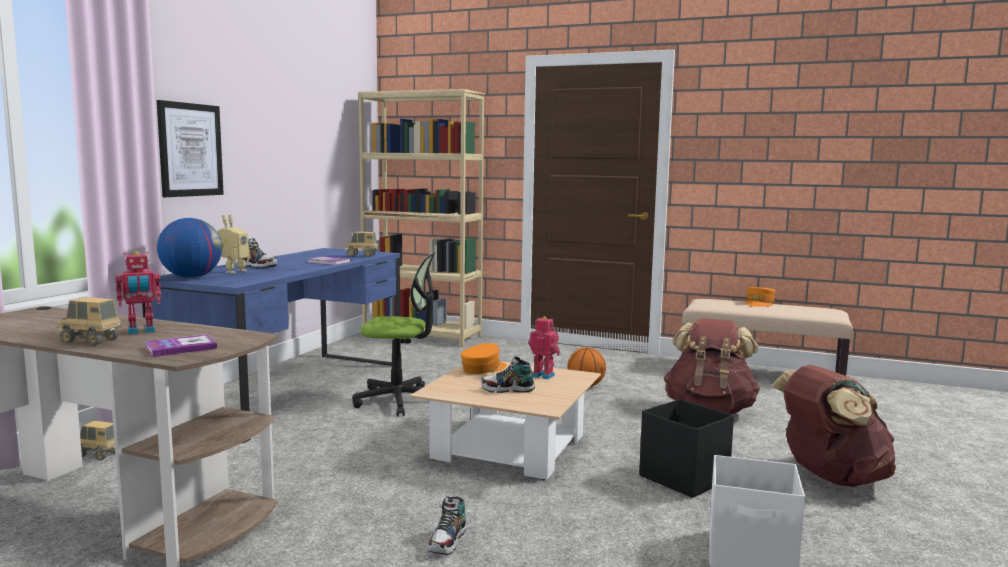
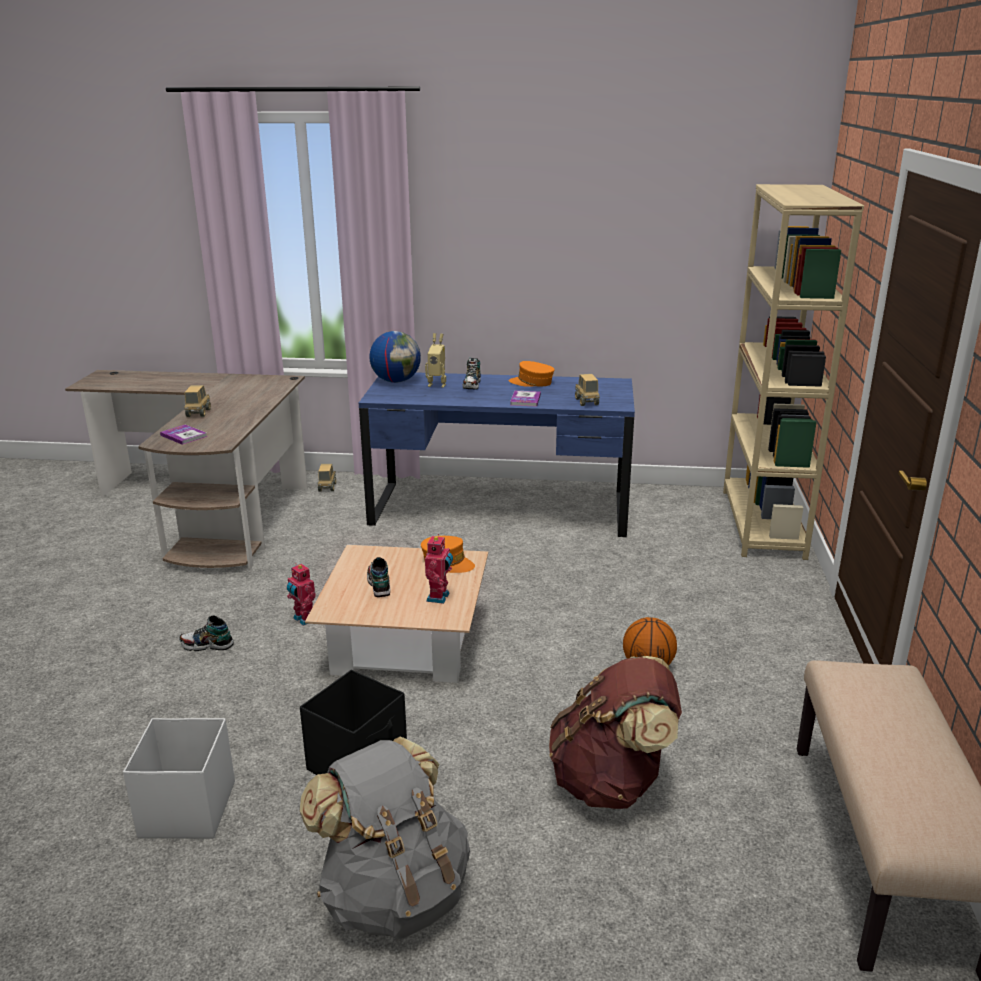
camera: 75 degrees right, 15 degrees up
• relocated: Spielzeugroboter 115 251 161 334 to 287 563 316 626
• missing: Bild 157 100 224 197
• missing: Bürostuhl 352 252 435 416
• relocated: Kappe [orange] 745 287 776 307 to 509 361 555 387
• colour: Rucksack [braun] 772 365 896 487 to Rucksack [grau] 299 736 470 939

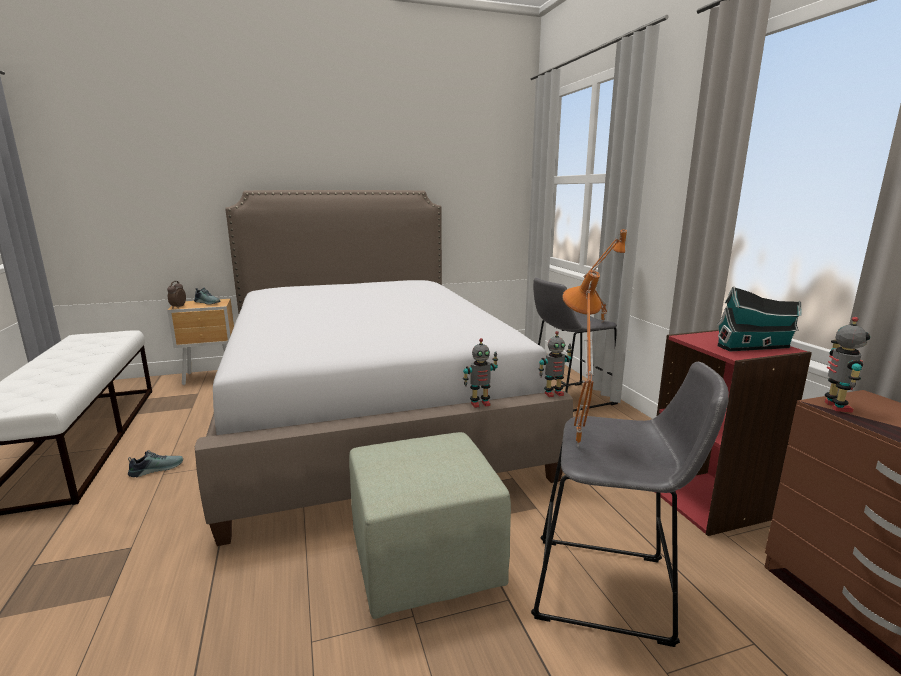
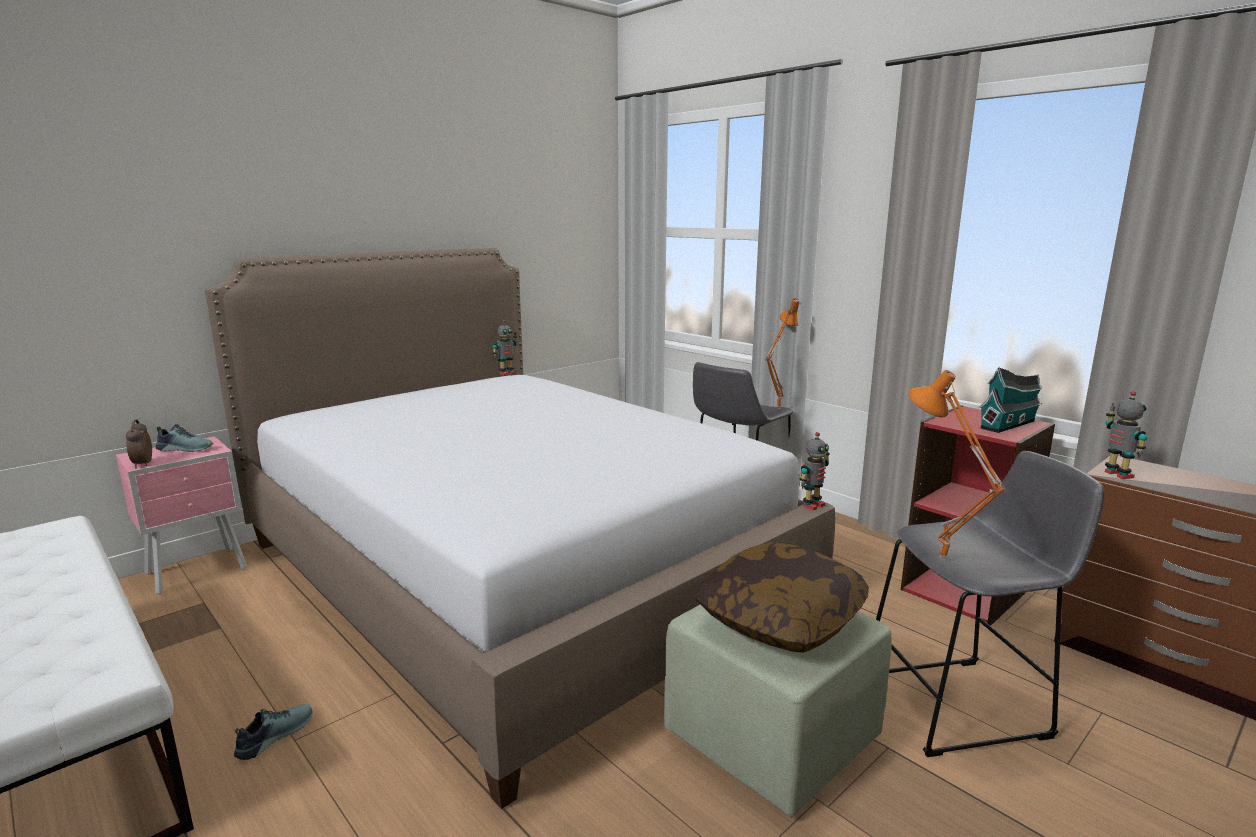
camera: 25 degrees left, 0 degrees up
• colour: Nachttisch [braun] 167 299 234 385 to Nachttisch [rosa] 116 436 247 595
• relocated: Spielzeugroboter 463 338 498 408 to 493 320 517 375
• appeared: Kissen 694 542 869 653

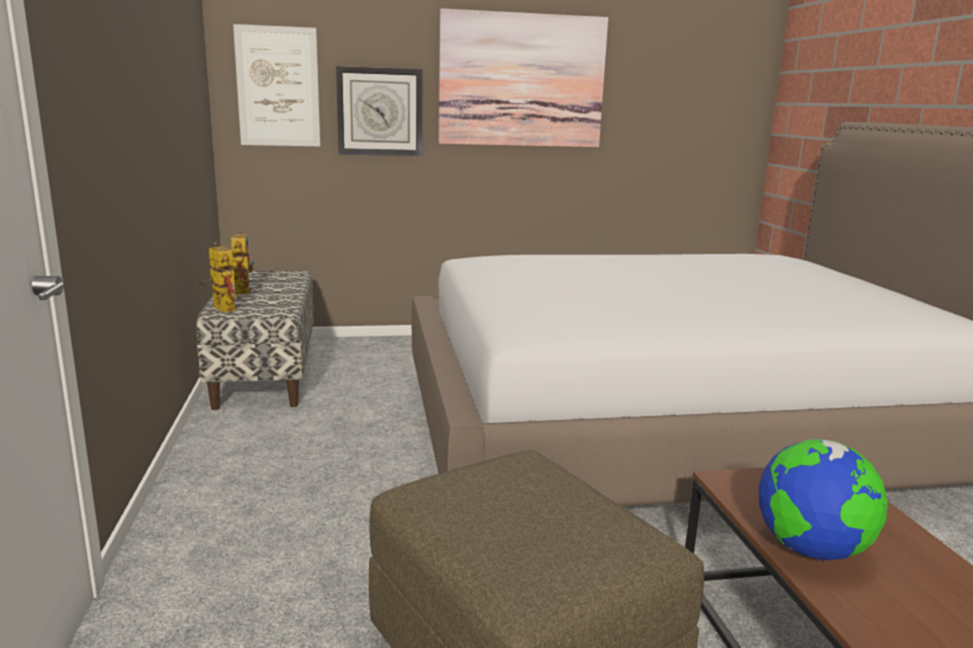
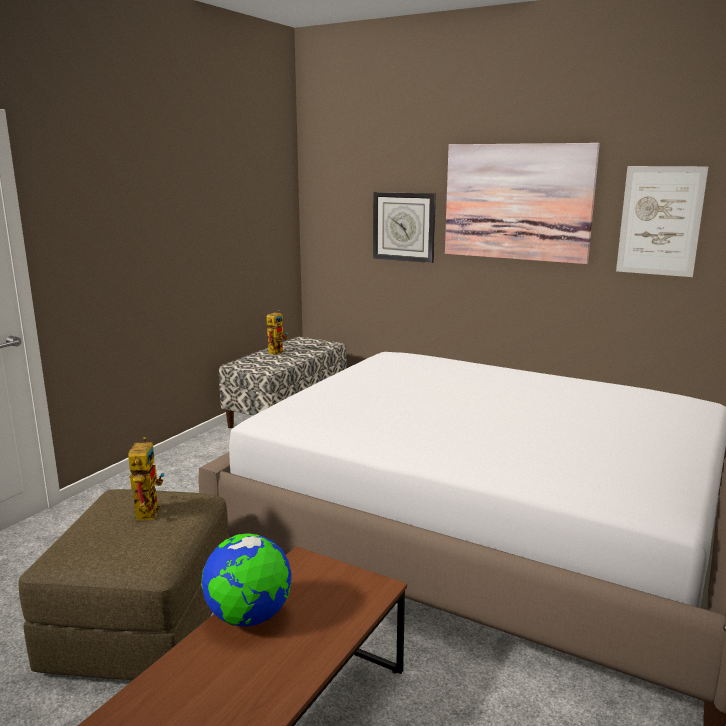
camera: 40 degrees right, 0 degrees up
• relocated: Spielzeugroboter 199 242 238 313 to 128 437 165 520
• relocated: Bild 233 24 320 146 to 616 166 708 277

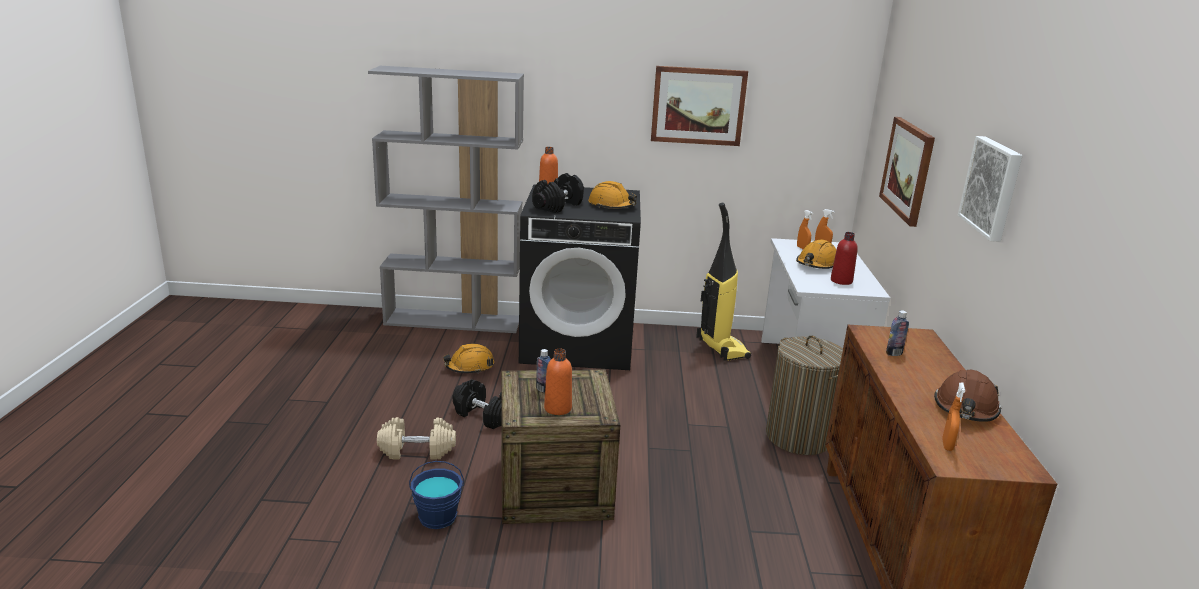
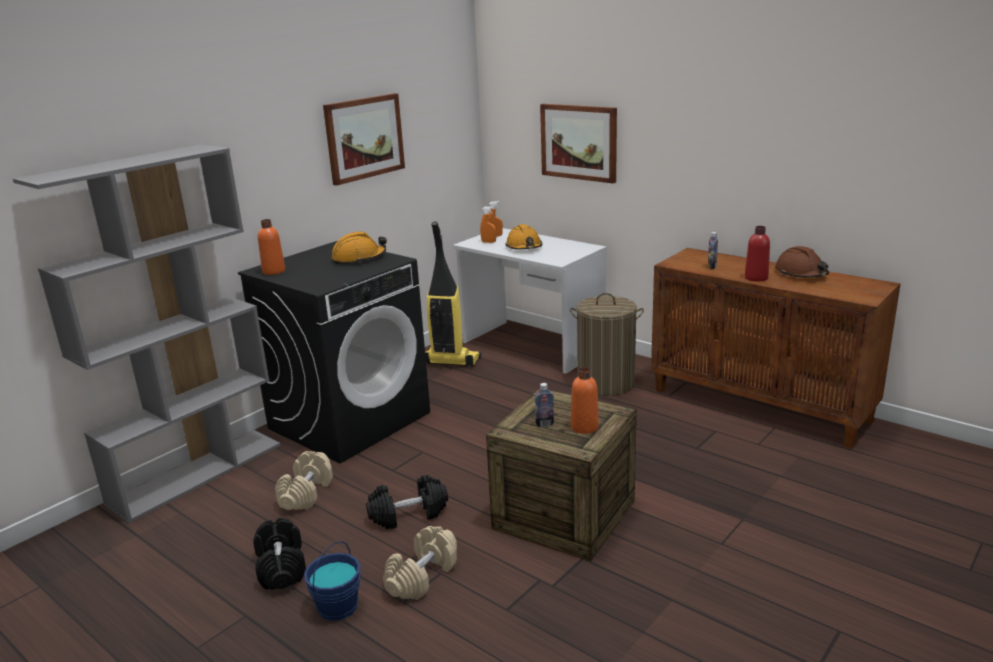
camera: 50 degrees left, 0 degrees up
• relocated: Eimer [blau] 409 461 464 529 to 304 541 361 621
• exchanged: Schutzhelm [orange] 443 344 494 374 to Hantel [beige] 275 451 333 510
• relocated: Hantel [schwarz] 532 173 584 213 to 253 518 306 590
• relocated: Flasche [rot] 831 232 858 285 to 745 226 770 282
• missing: Sprühflasche [orange] 942 382 965 451
• missing: Bild 958 136 1023 242

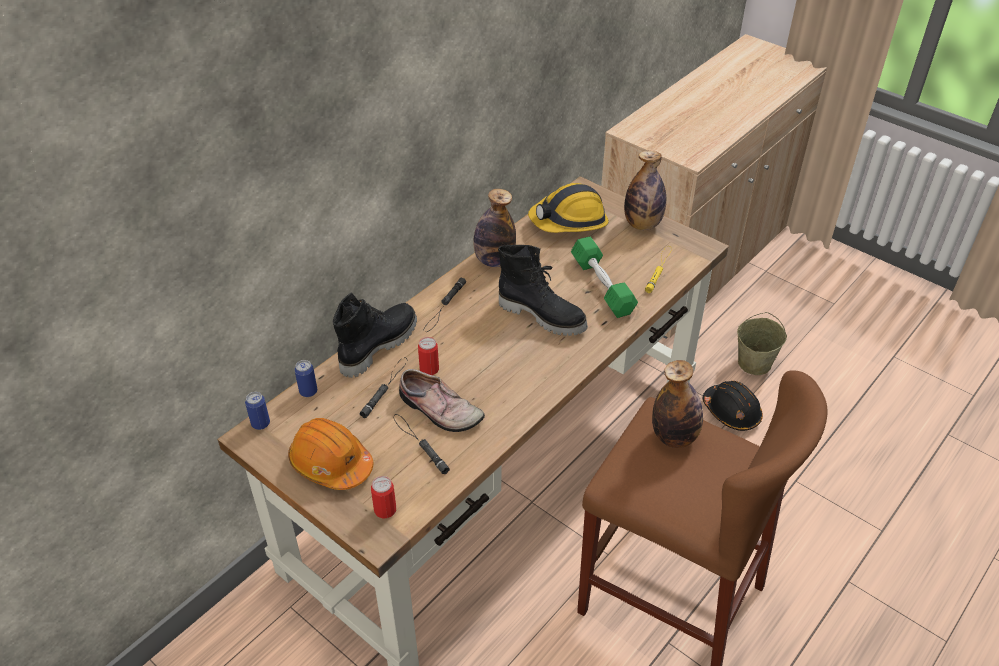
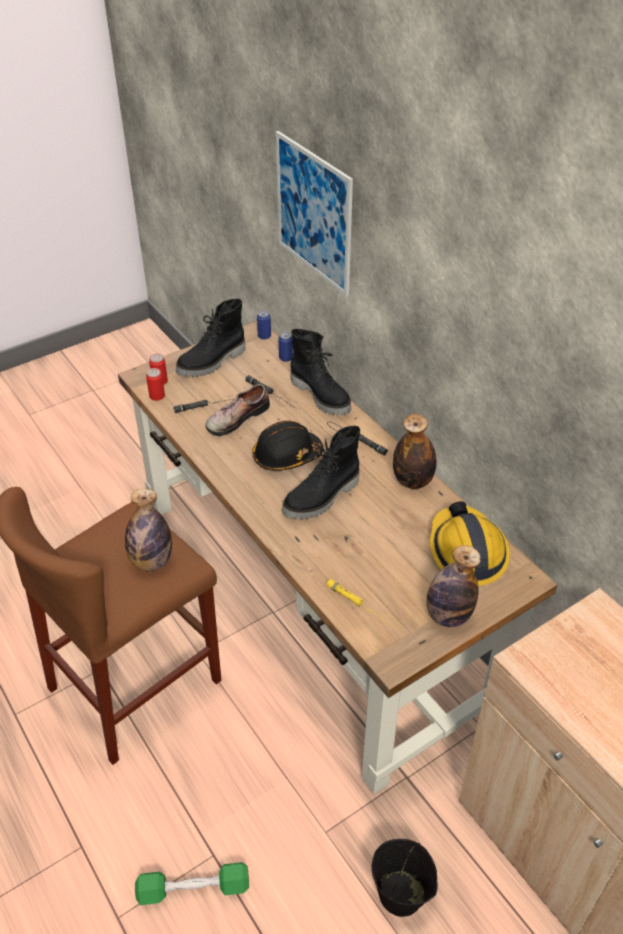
camera: 105 degrees right, 0 degrees up
• exchanged: Schutzhelm [orange] 288 418 373 490 to Stiefel [schwarz] 176 299 245 377
• relocated: Dose 418 337 439 375 to 146 368 165 401
• relocated: Hantel [grün] 571 237 638 318 to 135 862 249 905
• relocated: Schutzhelm [schwarz] 703 381 763 431 to 252 421 323 471
• colour: Eimer [beige] 737 312 787 375 to Eimer [schwarz] 371 839 438 917
• appeared: Bild 276 131 353 296

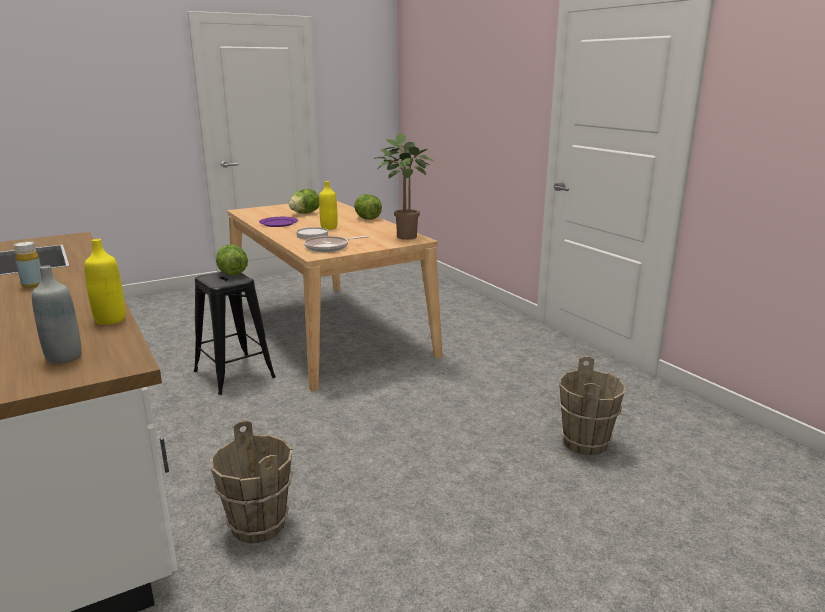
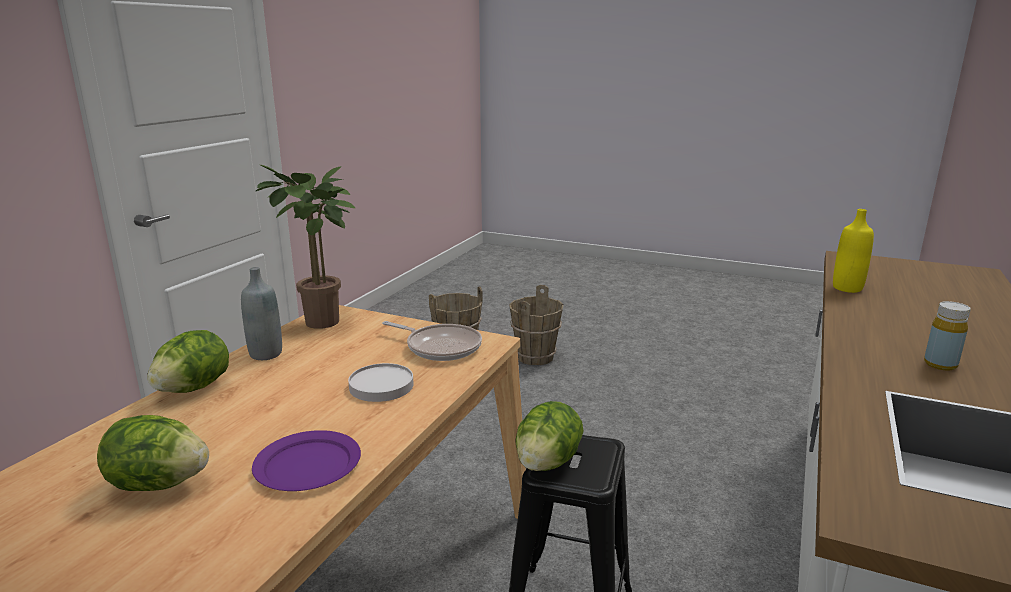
camera: 125 degrees left, 0 degrees up
• relocated: Flasche [grau] 32 265 82 364 to 241 267 282 360
• relocated: Eimer [braun] 210 420 293 543 to 509 285 563 365
• missing: Flasche [gelb] 319 181 337 230

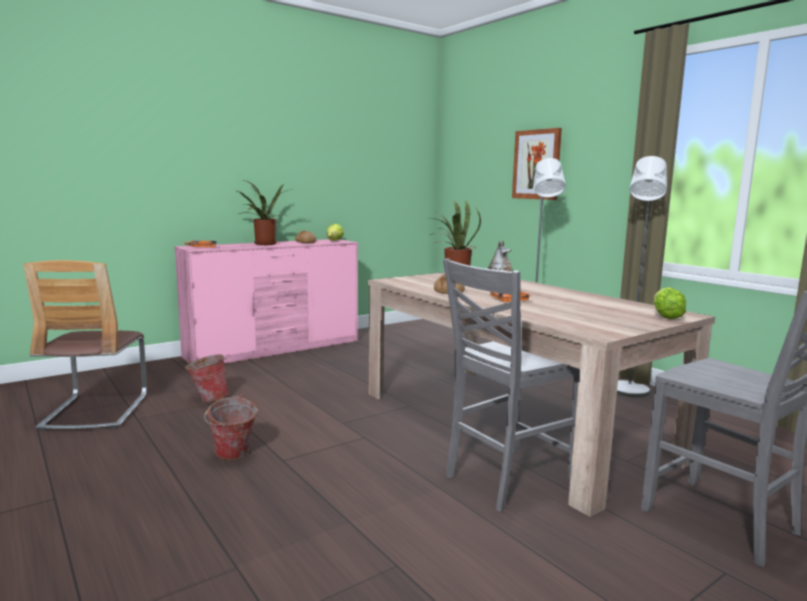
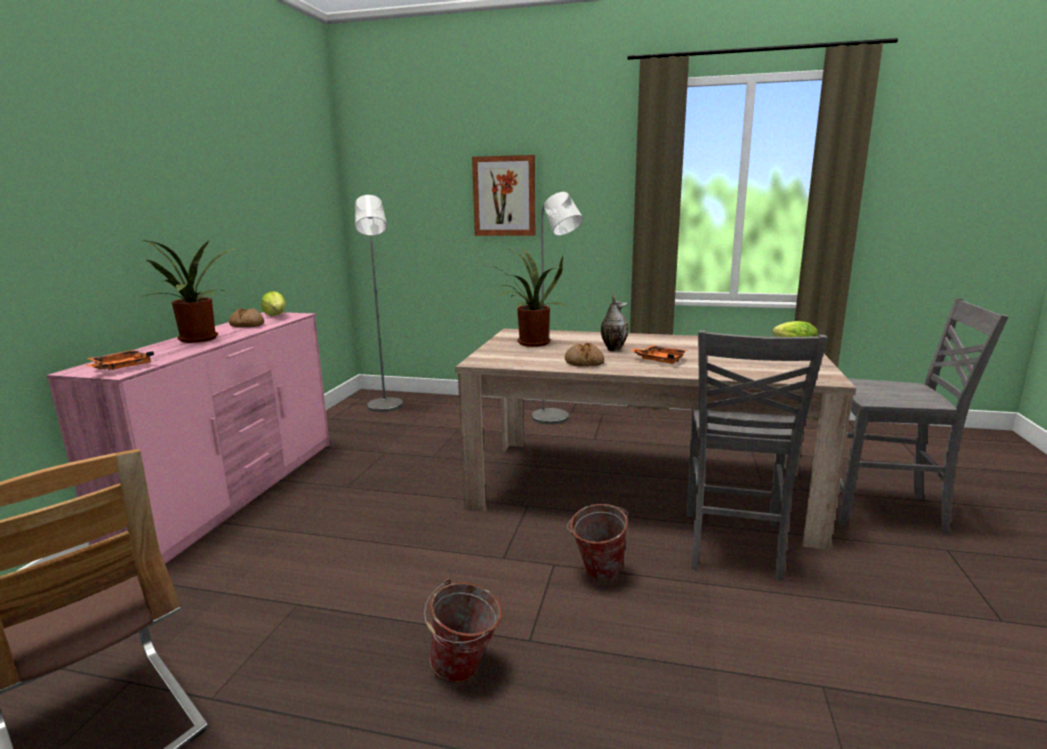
camera: 40 degrees left, 5 degrees up
• relocated: Eimer 185 354 229 402 to 567 504 628 580
• relocated: Stehlampe [grau] 617 156 667 397 to 355 195 403 412

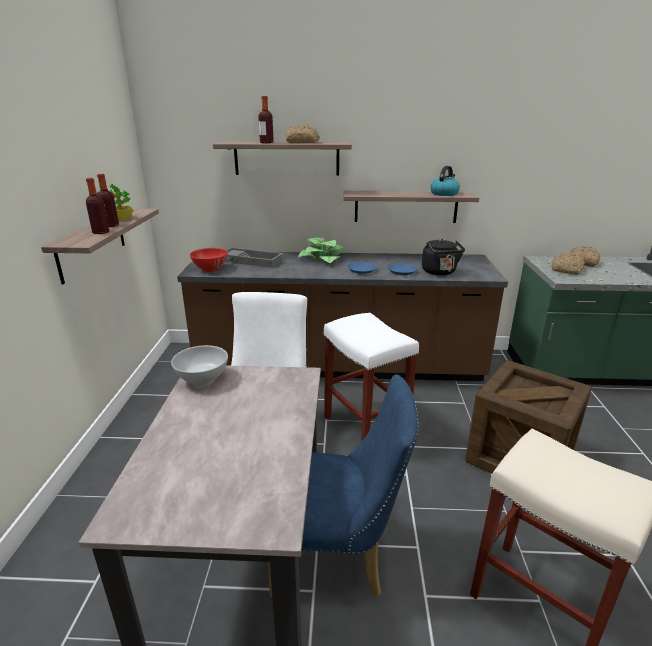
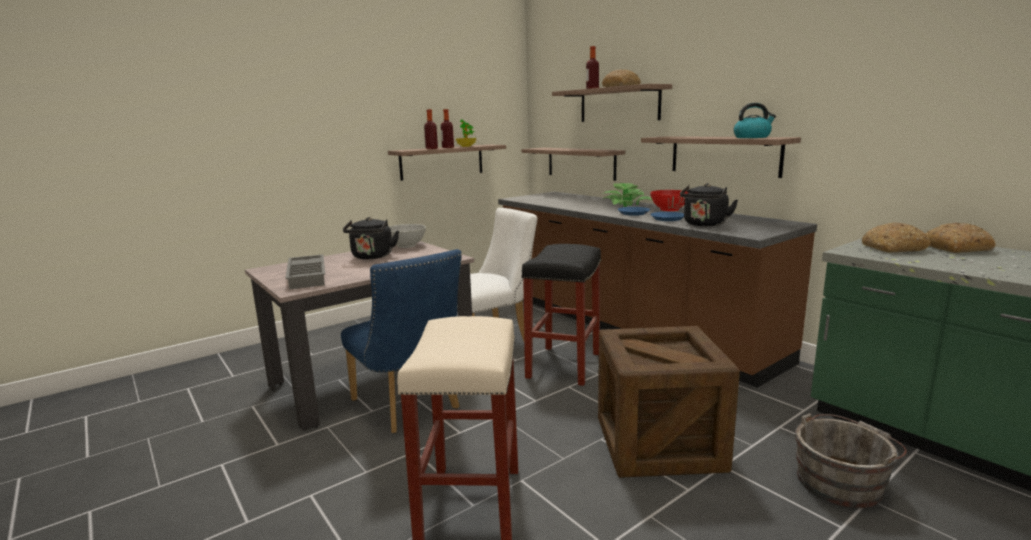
camera: 50 degrees right, 10 degrees down
• relocated: Schüssel [rot] 190 248 228 272 to 650 190 689 211
• relocated: Tablett [grau] 227 247 283 268 to 285 254 325 289
• colour: Hocker [weiß] 324 313 419 442 to Hocker [schwarz] 522 244 601 386
• appeared: Wasserkessel [schwarz] 343 217 399 259
• appeared: Wandregal 521 148 625 181
• appeared: Eimer [grau] 795 413 907 508

